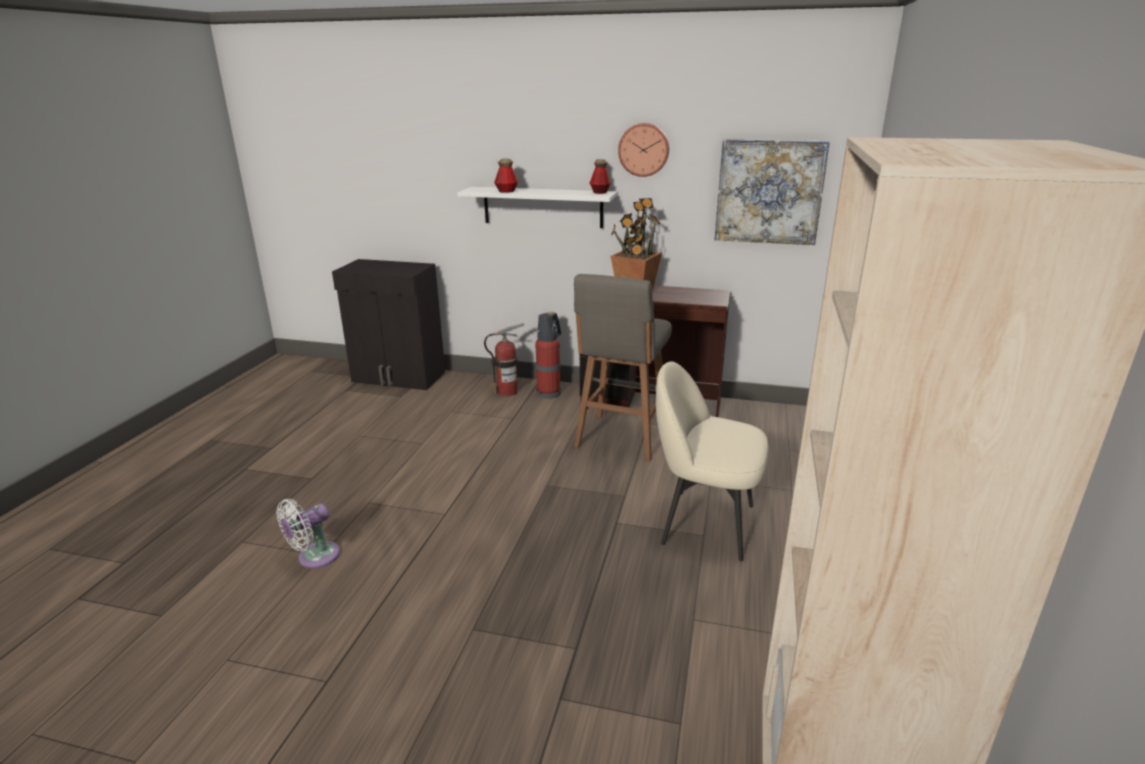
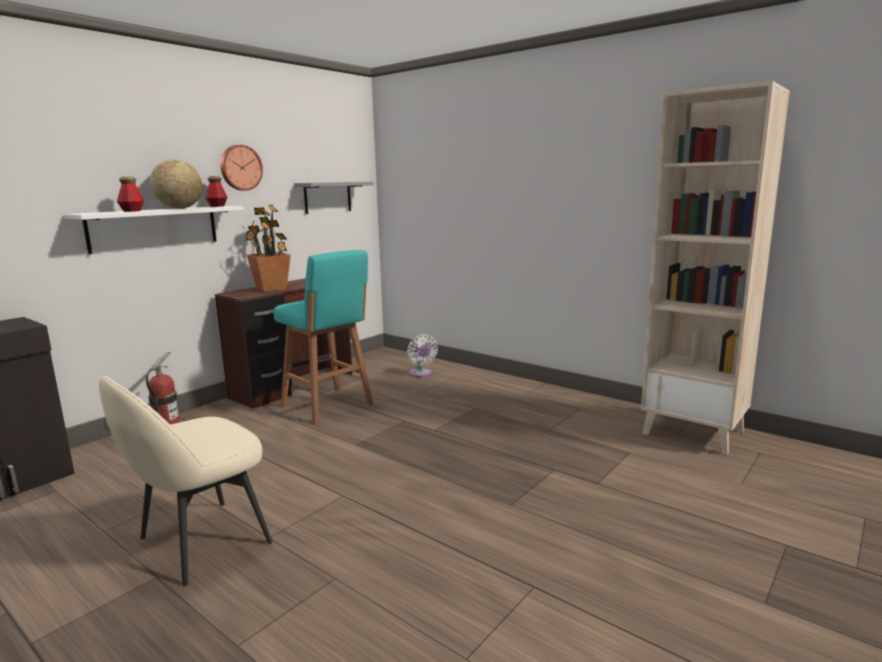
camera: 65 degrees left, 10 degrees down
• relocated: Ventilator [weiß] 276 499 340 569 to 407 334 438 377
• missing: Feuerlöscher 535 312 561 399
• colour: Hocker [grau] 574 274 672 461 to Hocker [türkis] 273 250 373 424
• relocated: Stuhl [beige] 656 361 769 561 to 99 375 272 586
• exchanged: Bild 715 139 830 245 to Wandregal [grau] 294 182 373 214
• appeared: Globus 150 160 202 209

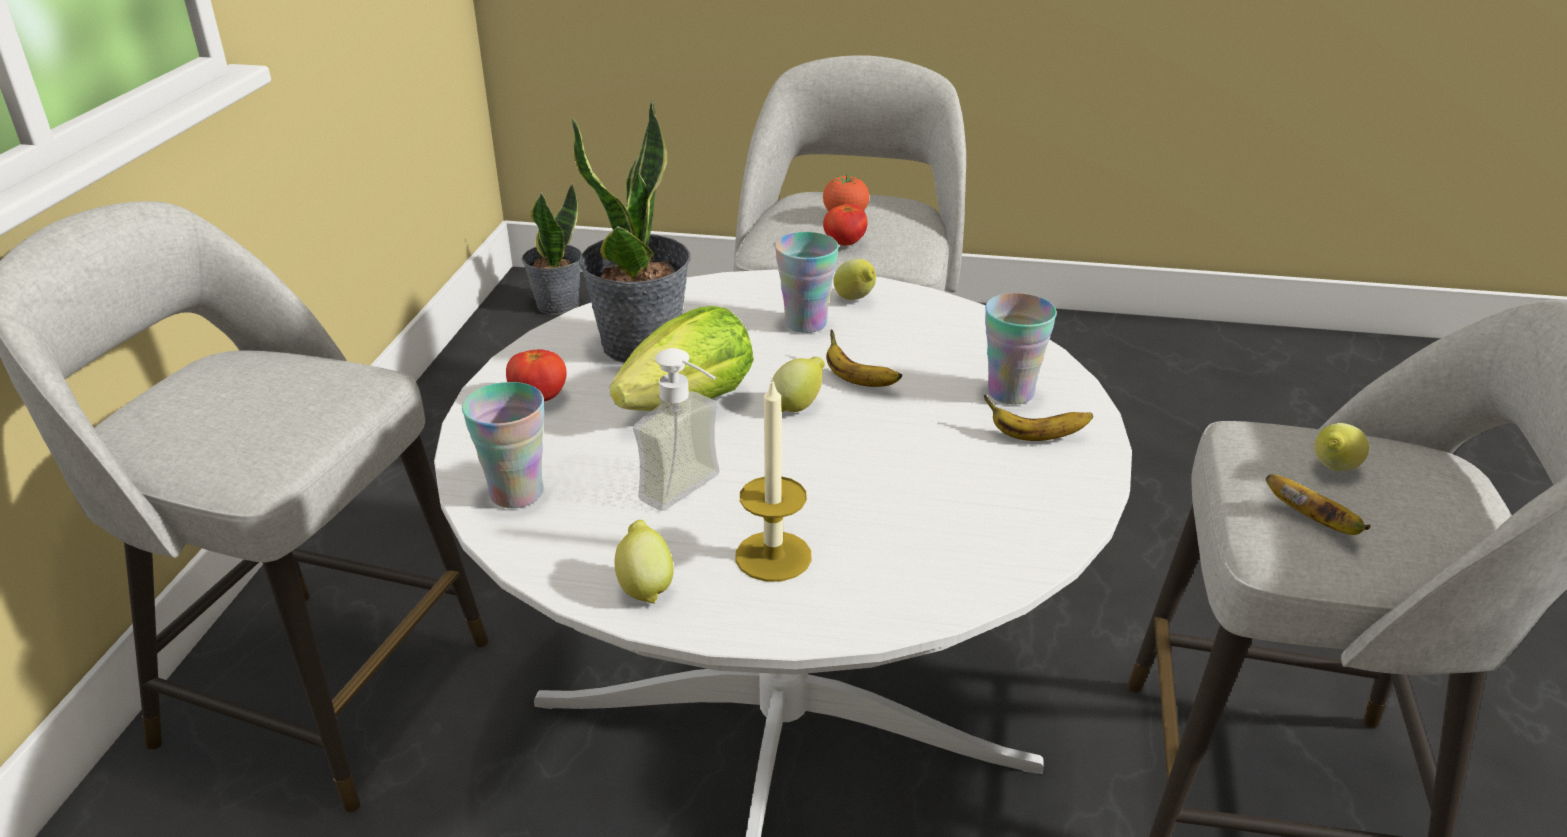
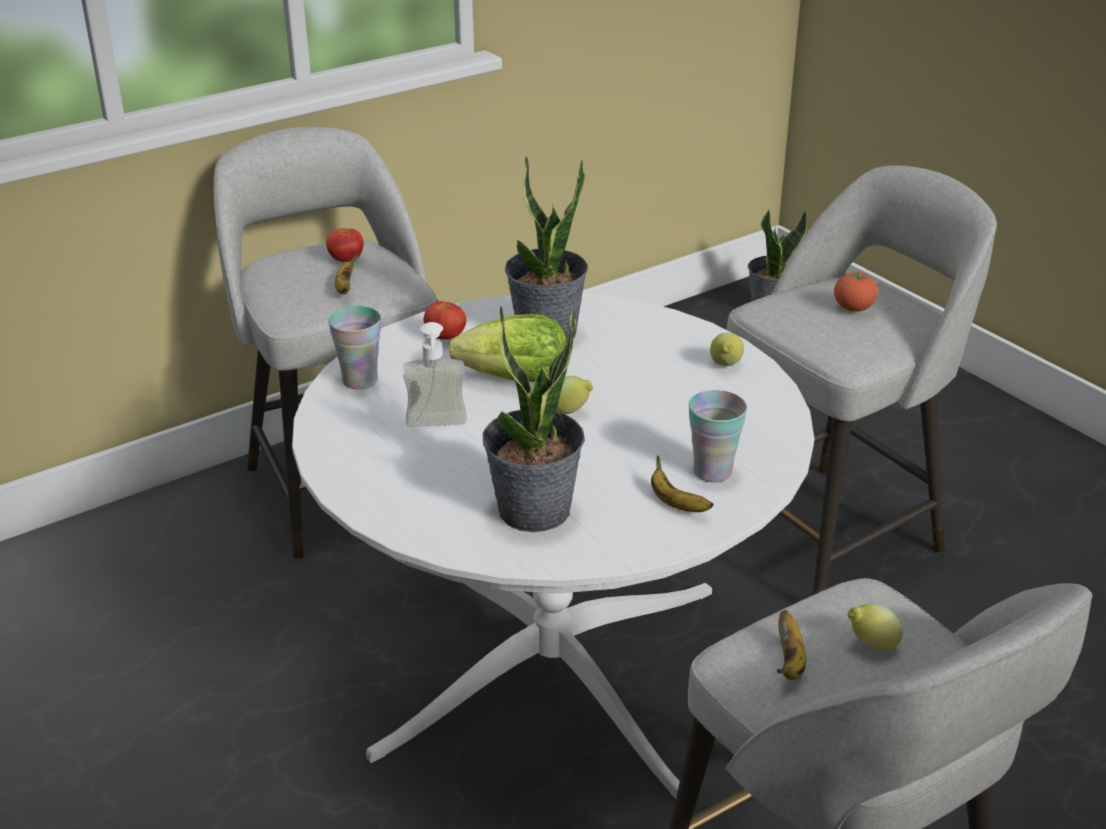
camera: 45 degrees right, 0 degrees up
• missing: Zitrone 615 520 674 604
• missing: Kerze 735 378 812 582
• missing: Tasse 775 232 839 333
• relocated: Tomate 823 204 868 245 to 326 228 364 262
• relocated: Banane 826 330 902 387 to 335 253 358 294
• appeared: Topfpflanze 483 306 585 532

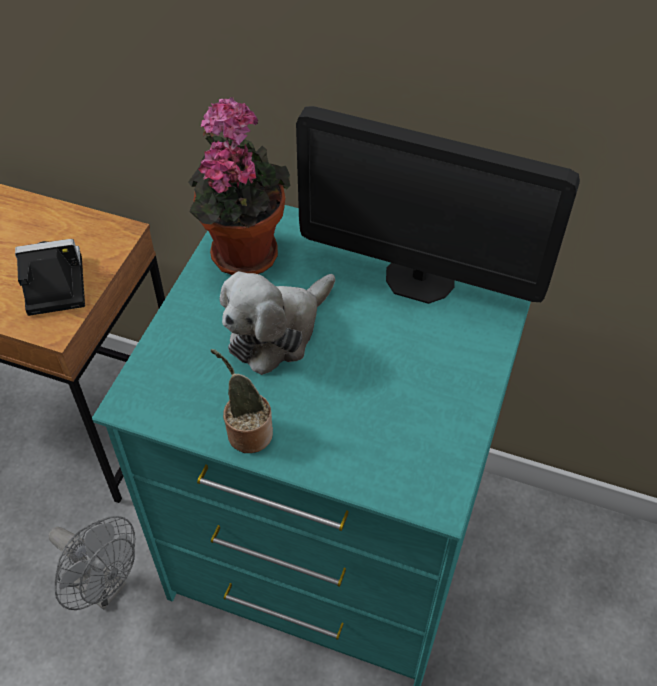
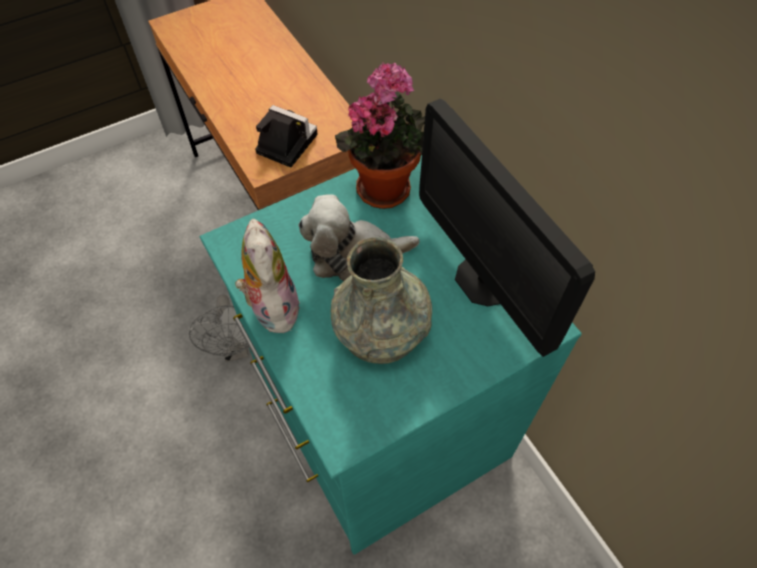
camera: 40 degrees right, 5 degrees up
• exchanged: Topfpflanze 211 349 273 453 to Plüschtier 235 219 300 333
• appeared: Vase [grau] 331 237 432 364

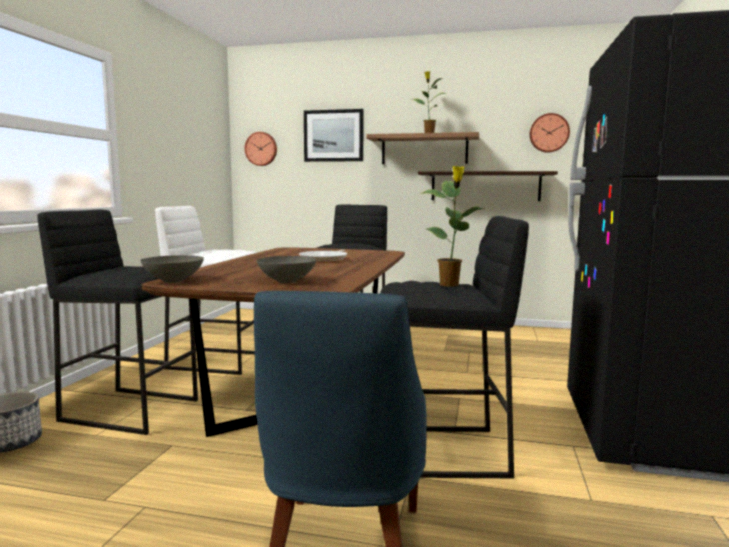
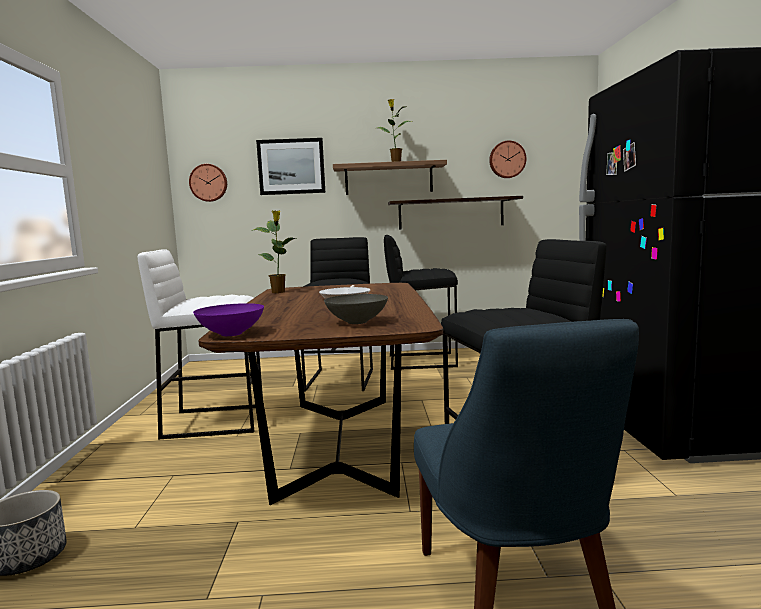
camera: 15 degrees left, 0 degrees up
• relocated: Hocker [schwarz] 37 210 198 435 to 384 235 458 370
• colour: Schüssel [grau] 140 255 204 283 to Schüssel [lila] 193 303 264 336
• relocated: Topfpflanze 420 166 484 287 to 254 211 297 293

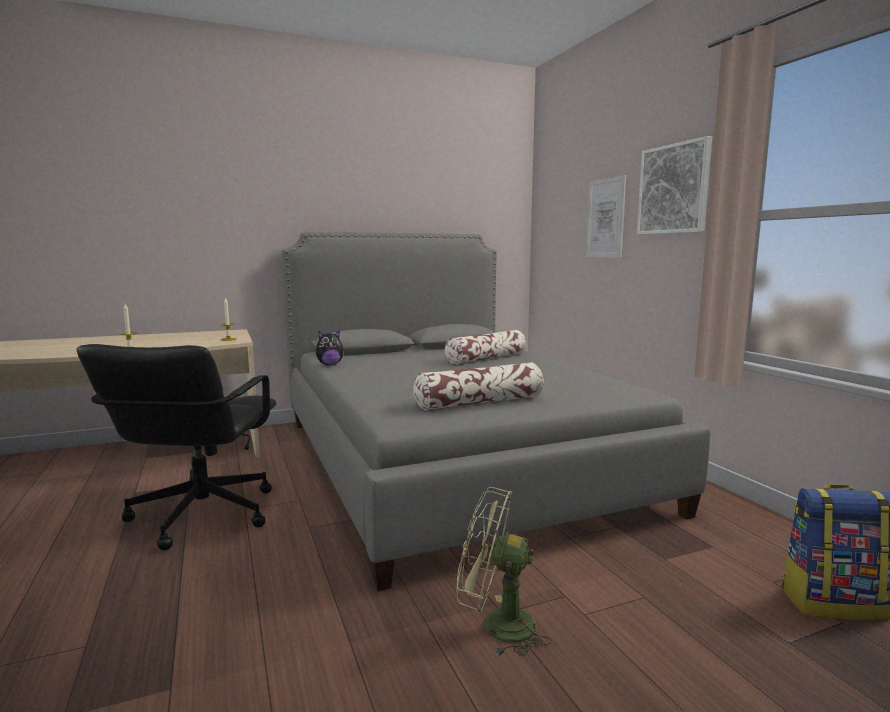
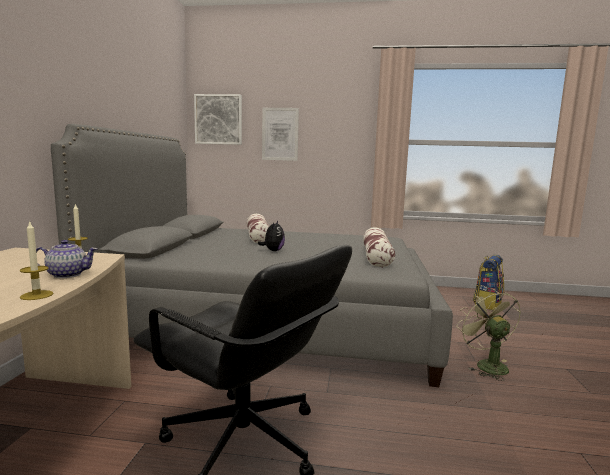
camera: 60 degrees left, 0 degrees up
• relocated: Plüschtier 316 331 344 365 to 258 221 285 251
• spun: Ventilator [grün] 457 487 551 656 = 456 288 521 381 120 degrees clockwise
• relocated: Bild 637 136 712 235 to 194 94 242 145
• appeared: Teekanne 36 240 98 278

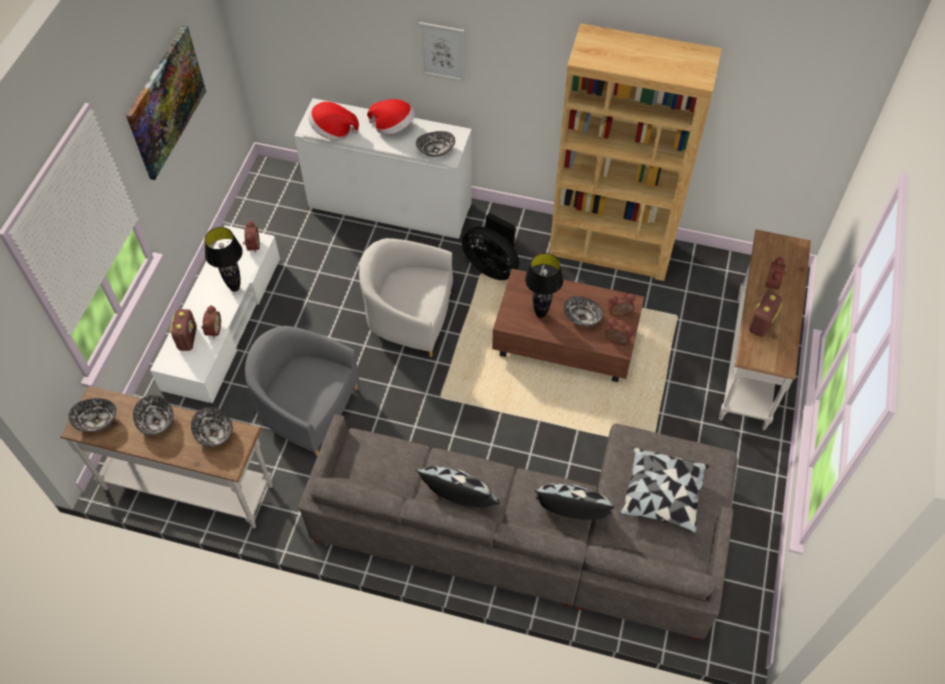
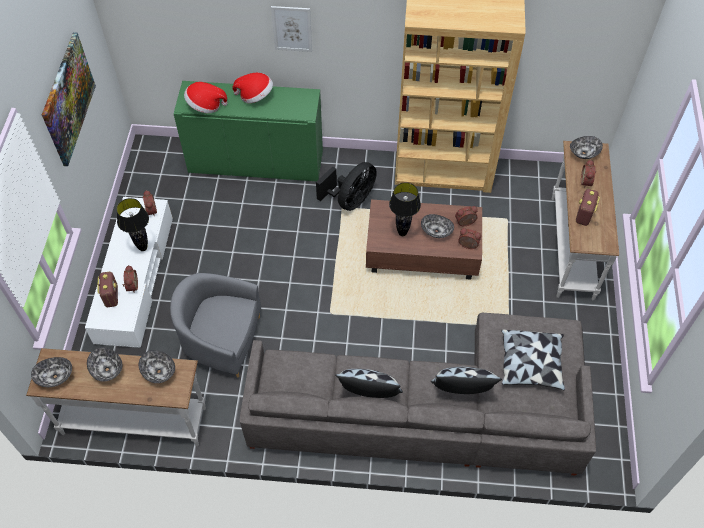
camera: 10 degrees left, 0 degrees up
• colour: Schrank [weiß] 294 98 472 239 to Schrank [grün] 174 81 323 181
• missing: Sessel [weiß] 359 238 453 357
• relocated: Schüssel 416 131 455 157 to 570 136 603 159
• spun: Ventilator [schwarz] 462 213 519 280 = 316 162 377 211 75 degrees counterclockwise

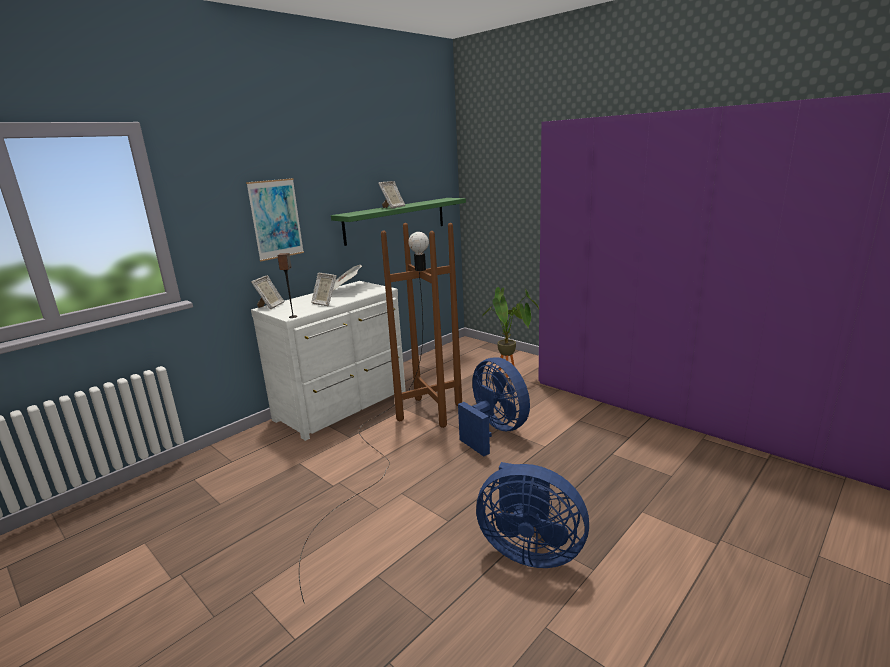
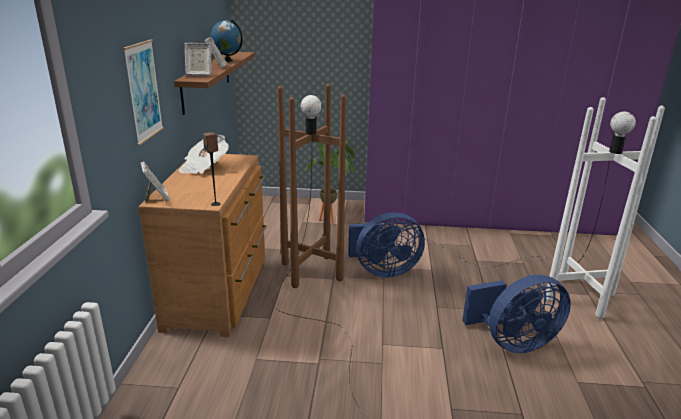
camera: 40 degrees left, 5 degrees up
• colour: Kommode [weiß] 251 281 406 441 to Kommode [braun] 138 154 267 337
• relocated: Bilderrahmen 311 273 337 306 to 185 43 212 76
• colour: Wandregal [grün] 331 198 466 246 to Wandregal [braun] 174 52 255 115
• spun: Ventilator [blau] 458 357 530 457 = 348 212 425 278 150 degrees clockwise
• appeared: Globus 211 20 243 62
• appeared: Stehlampe [weiß] 400 97 665 319

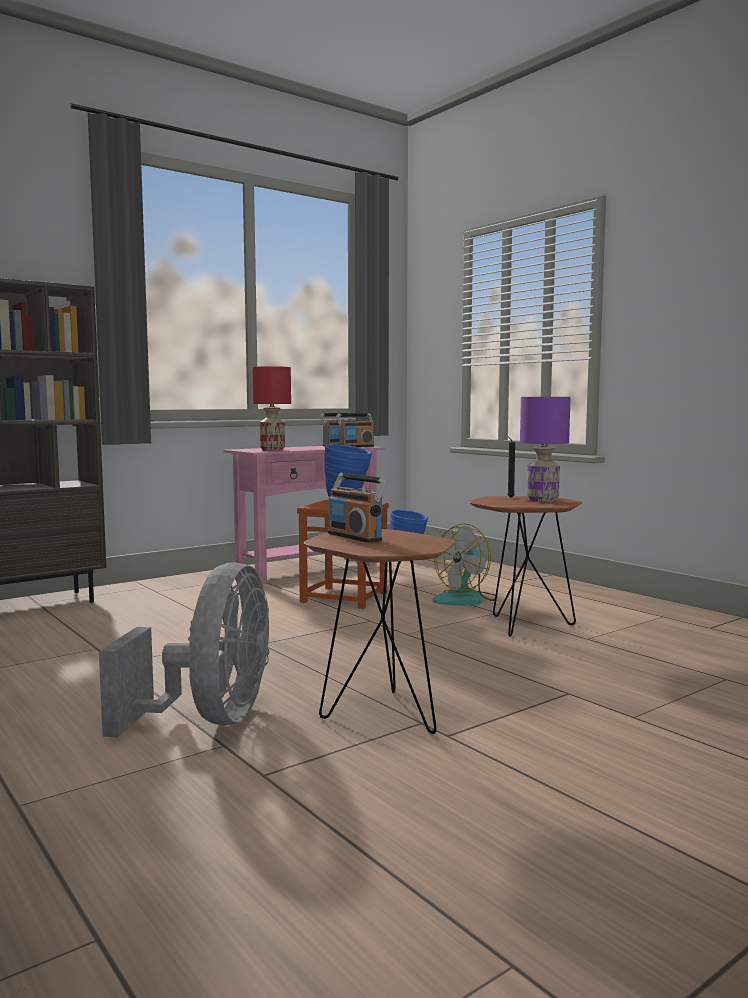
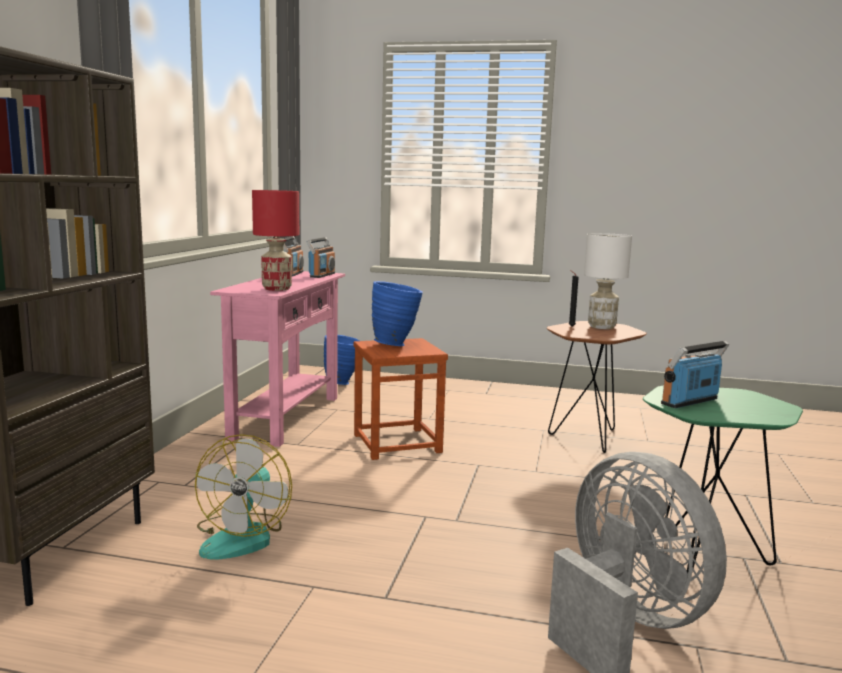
camera: 40 degrees left, 5 degrees up
• colour: Beistelltisch [braun] 304 529 456 734 to Beistelltisch [grün] 643 385 803 573
• spun: Radio 328 473 387 543 = 661 341 729 408 135 degrees clockwise
• relocated: Ventilator 433 523 498 606 to 195 434 292 560
• colour: Tischlampe [lila] 520 397 571 502 to Tischlampe [weiß] 584 233 632 329

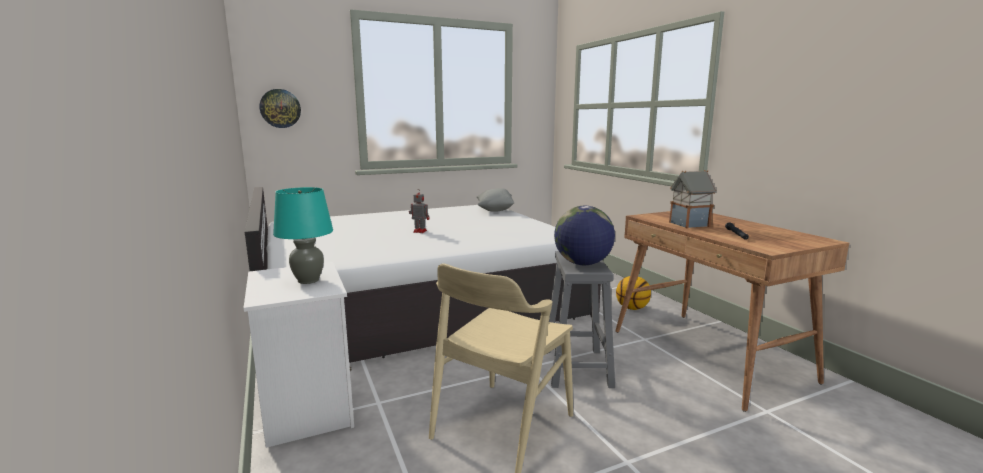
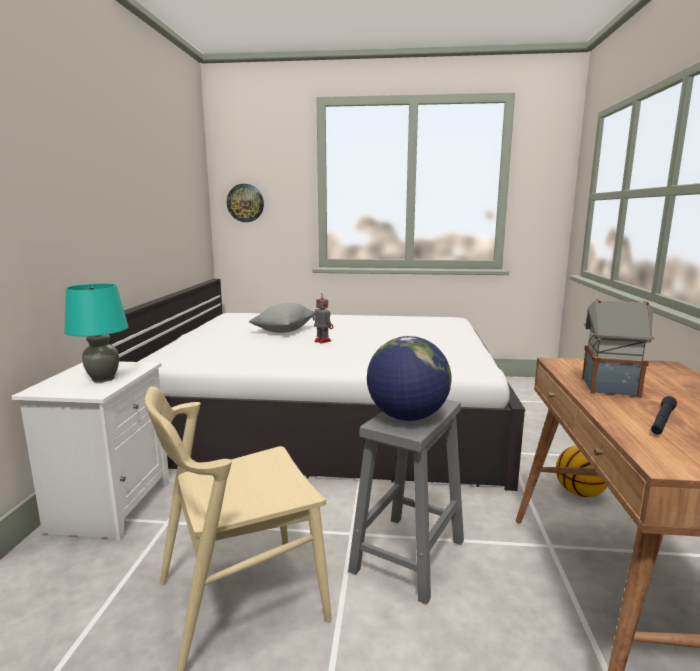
camera: 30 degrees right, 0 degrees up
• relocated: Kissen [grau] 476 188 514 212 to 248 303 315 333

